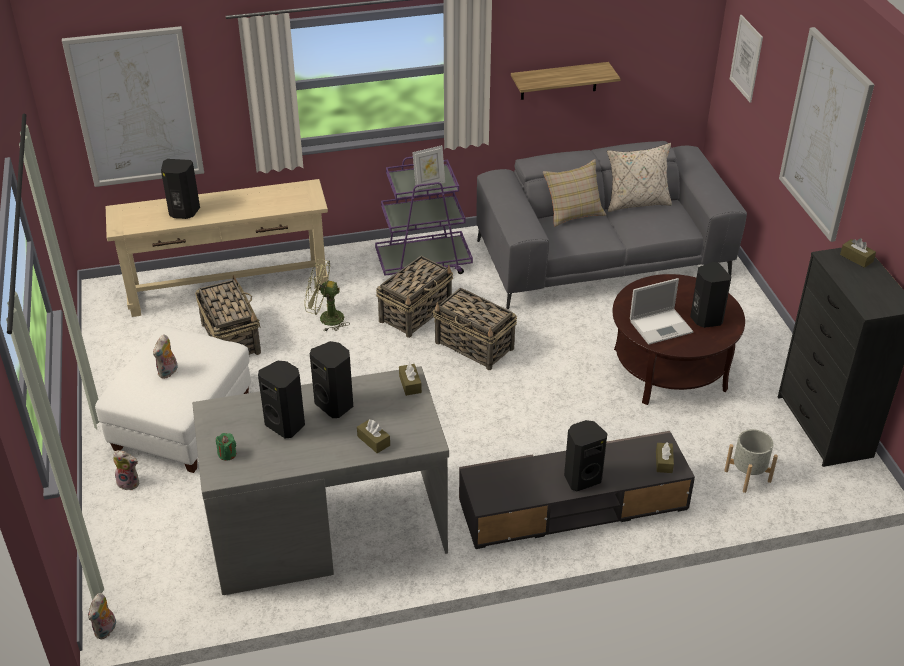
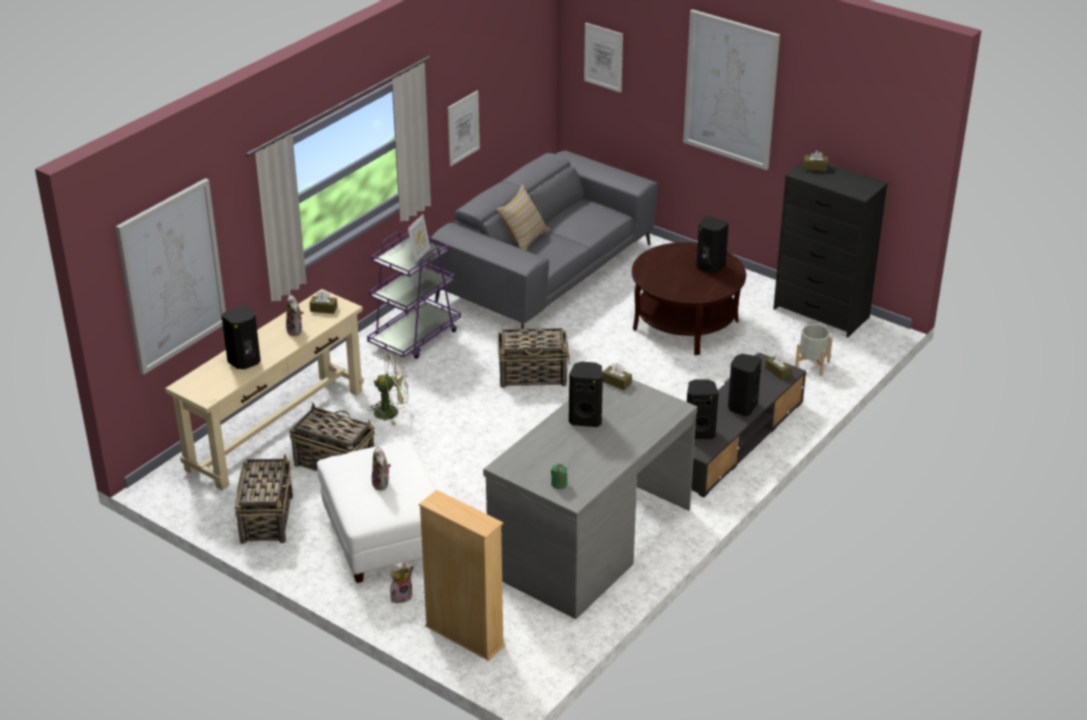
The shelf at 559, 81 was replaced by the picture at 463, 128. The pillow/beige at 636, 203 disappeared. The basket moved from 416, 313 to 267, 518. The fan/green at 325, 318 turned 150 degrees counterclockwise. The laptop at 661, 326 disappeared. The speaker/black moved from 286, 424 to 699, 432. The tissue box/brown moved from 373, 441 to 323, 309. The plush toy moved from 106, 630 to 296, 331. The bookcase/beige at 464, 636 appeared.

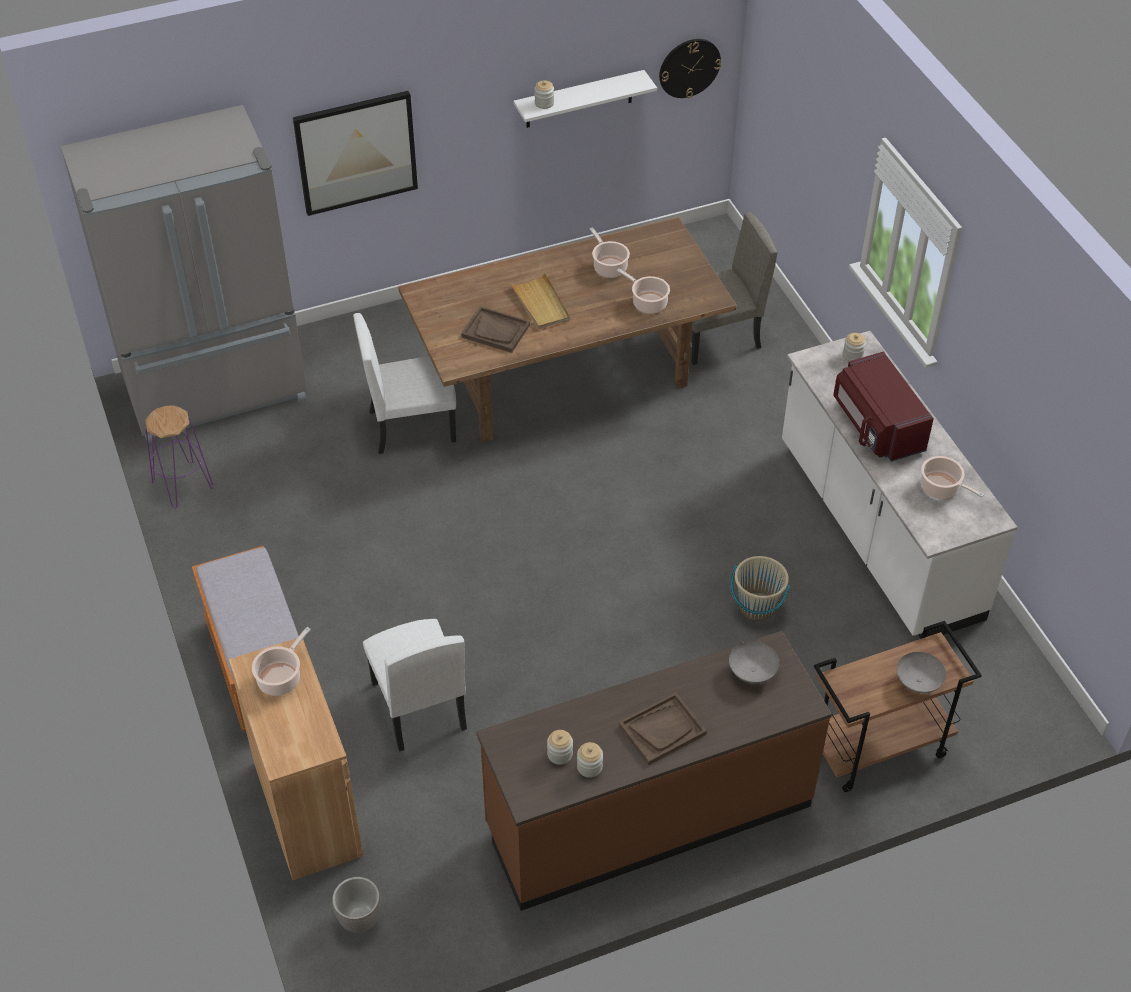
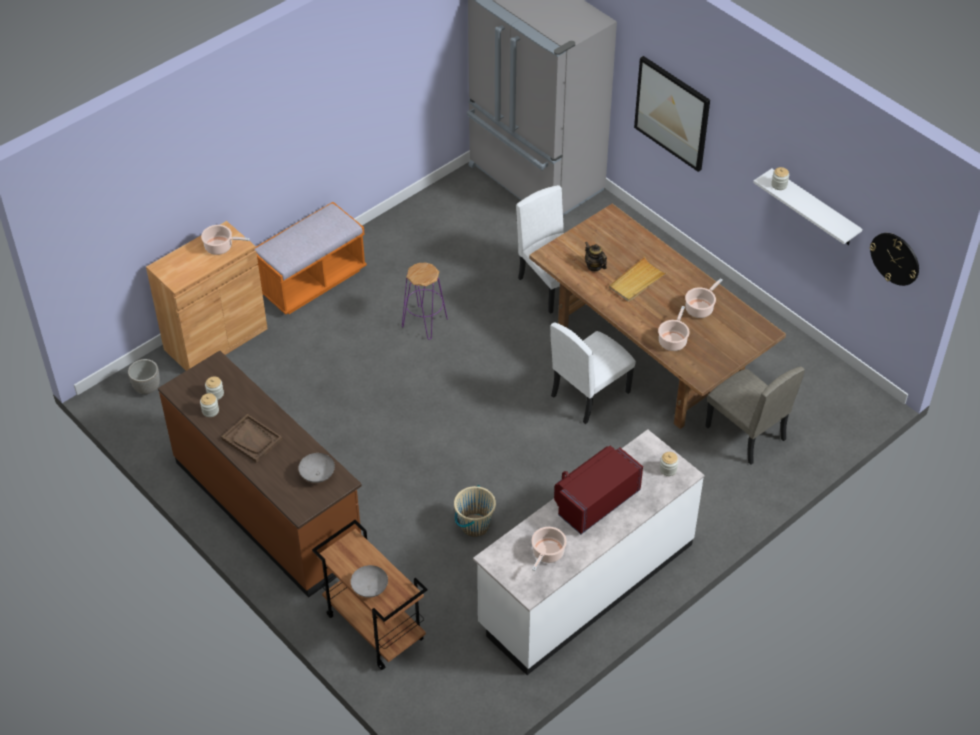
The tray/brown at 496, 331 was replaced by the teapot at 594, 266. The stool/purple moved from 182, 484 to 425, 322. The chair/white moved from 418, 706 to 590, 393.

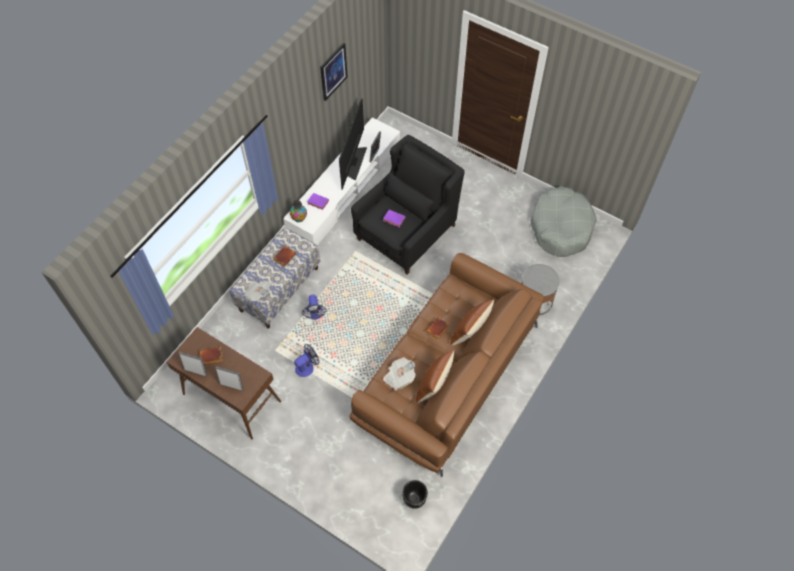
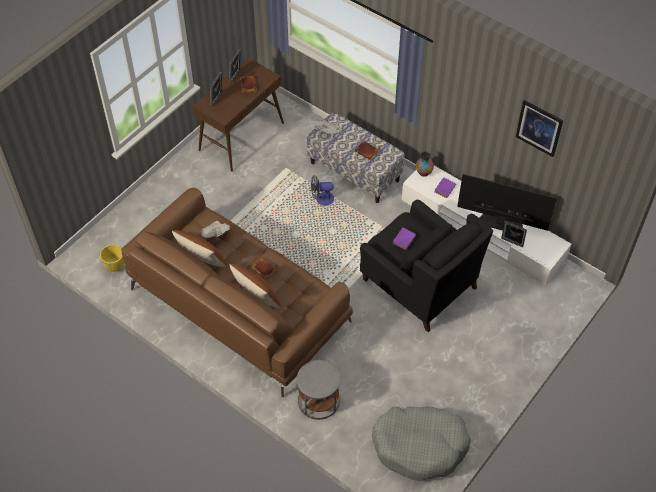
The fan at 307, 366 disappeared. The planter/black at 414, 499 became the planter/yellow at 114, 266.

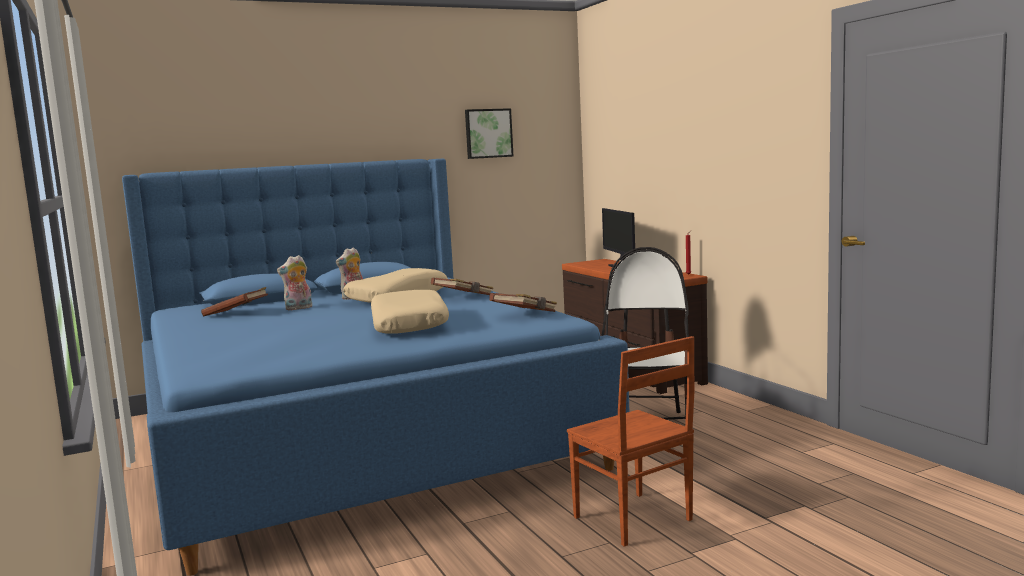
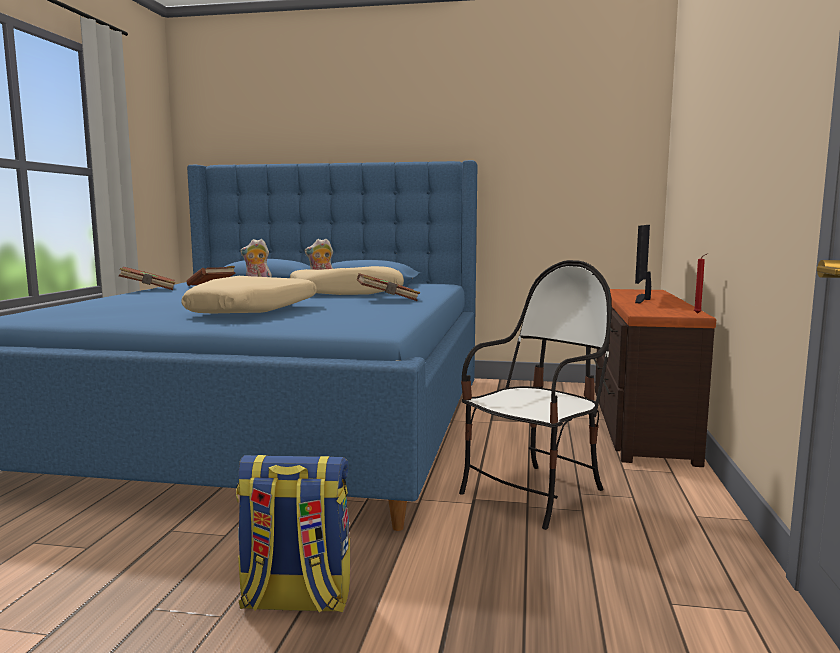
The picture at 488, 133 disappeared. The book/brown moved from 525, 315 to 148, 289. The chair/brown at 632, 520 was replaced by the backpack at 295, 600.

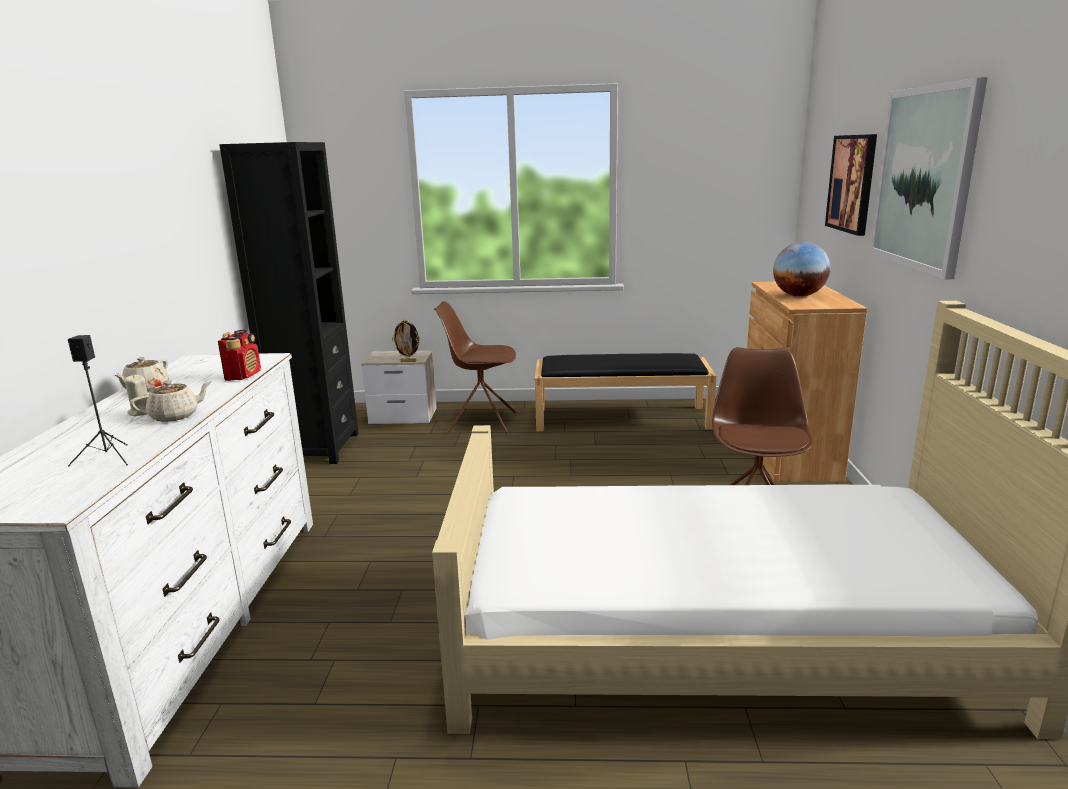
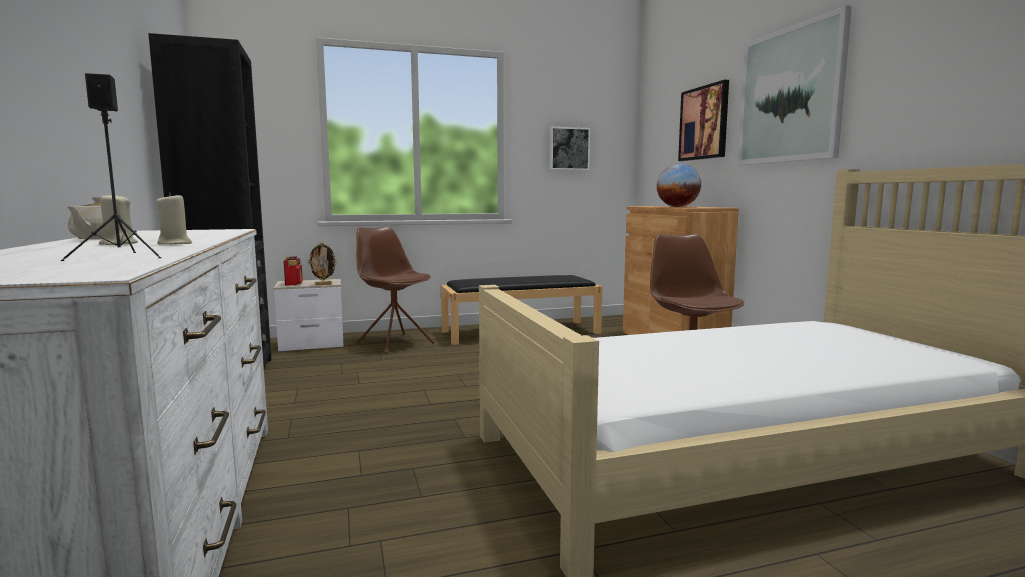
The chair/brown at 481, 422 turned 60 degrees clockwise. The radio moved from 243, 375 to 294, 284. The teapot/beige at 176, 416 was replaced by the candle/beige at 175, 244. The picture at 568, 149 appeared.

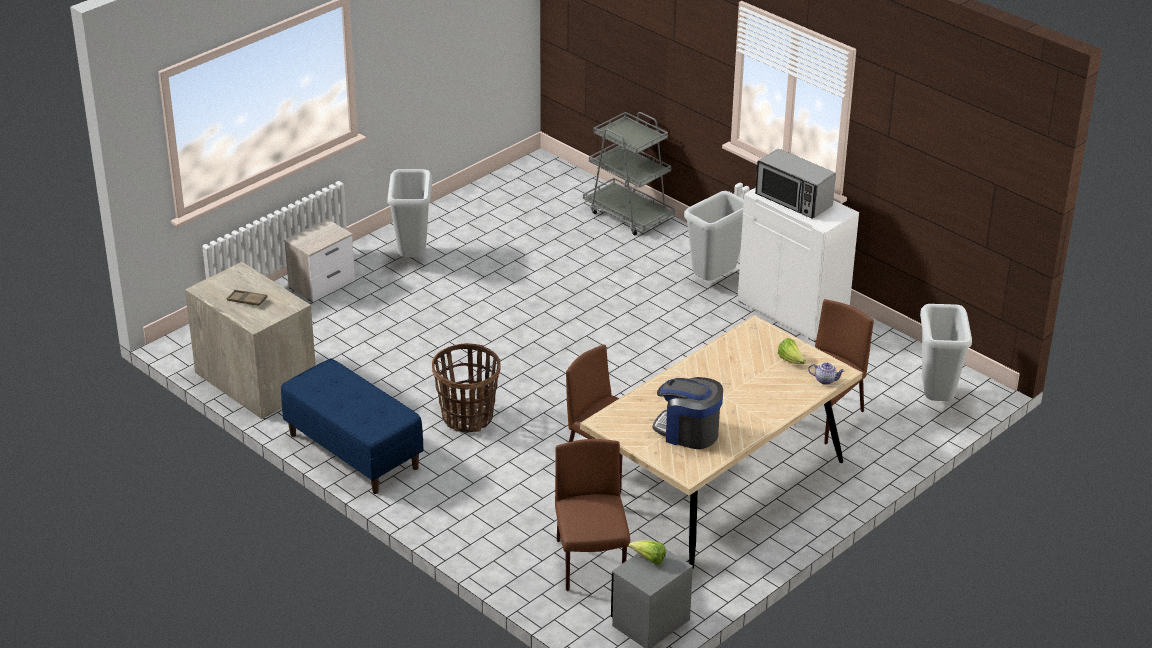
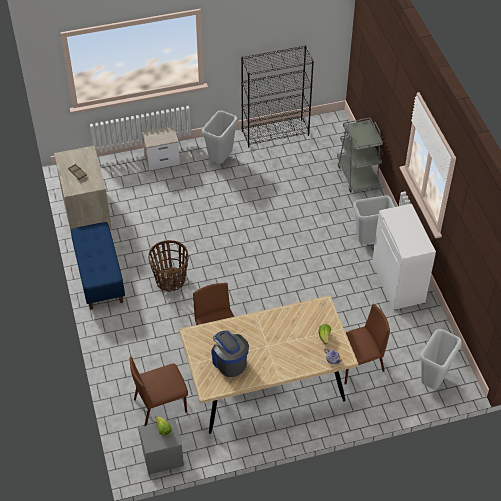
The microwave at 793, 200 disappeared. The chair/brown at 591, 564 turned 135 degrees counterclockwise. The bookcase/black at 275, 133 appeared.

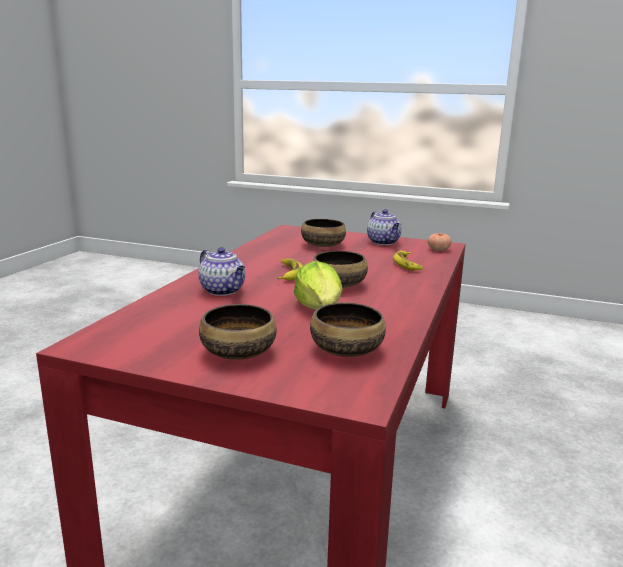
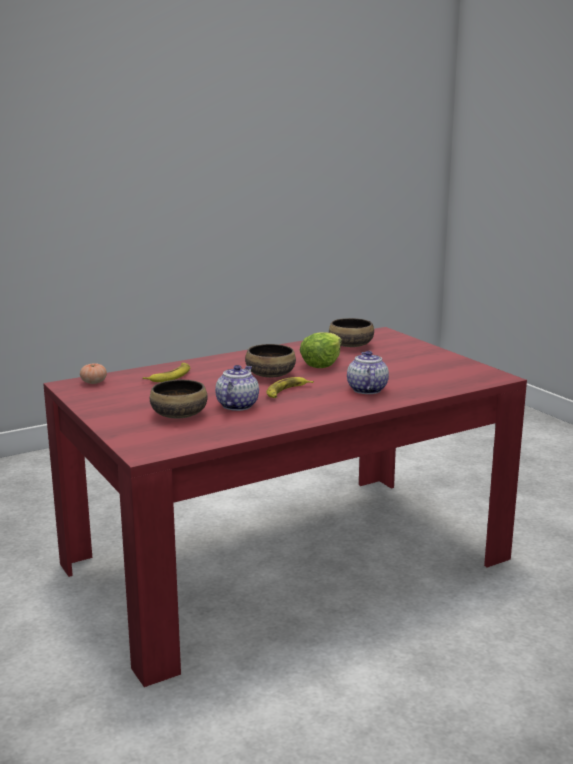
The teapot moved from 384, 242 to 237, 405. The bowl at 239, 351 disappeared.

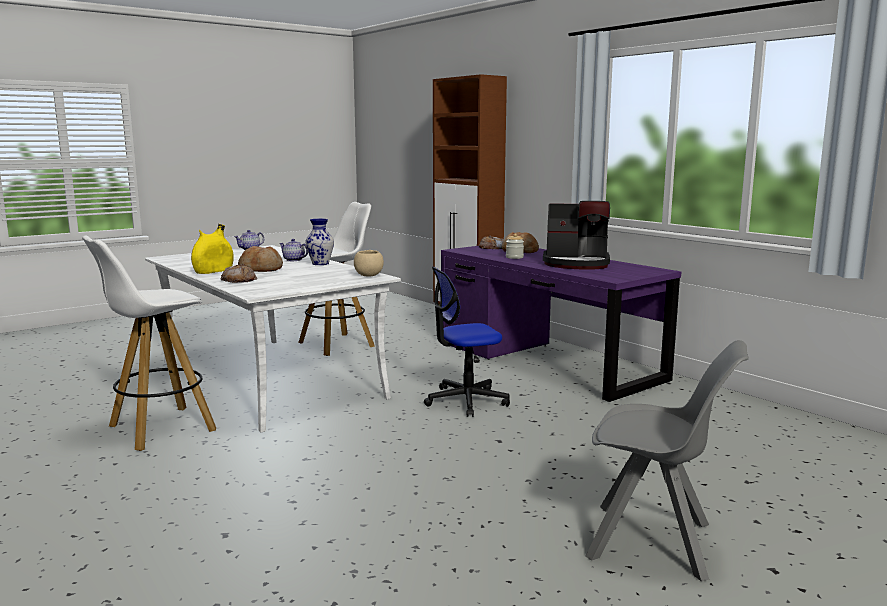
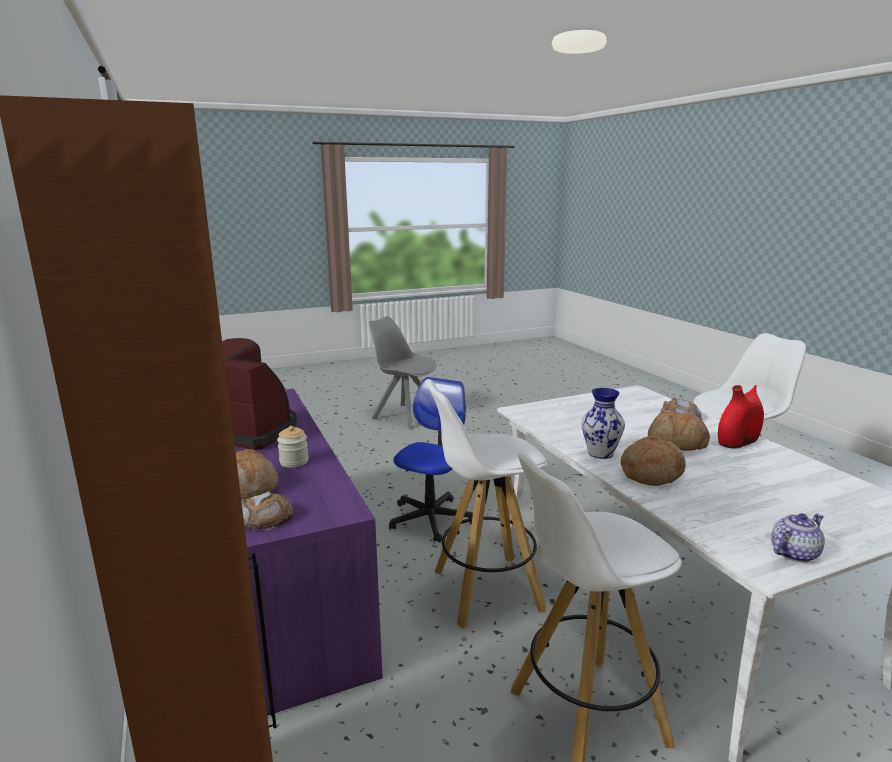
The vase/yellow at 213, 271 became the vase/red at 738, 442. The teapot at 293, 260 was replaced by the bread at 650, 473. The bowl/beige at 368, 275 disappeared. The office chair at 466, 401 turned 60 degrees counterclockwise. The stool/white at 485, 590 appeared.

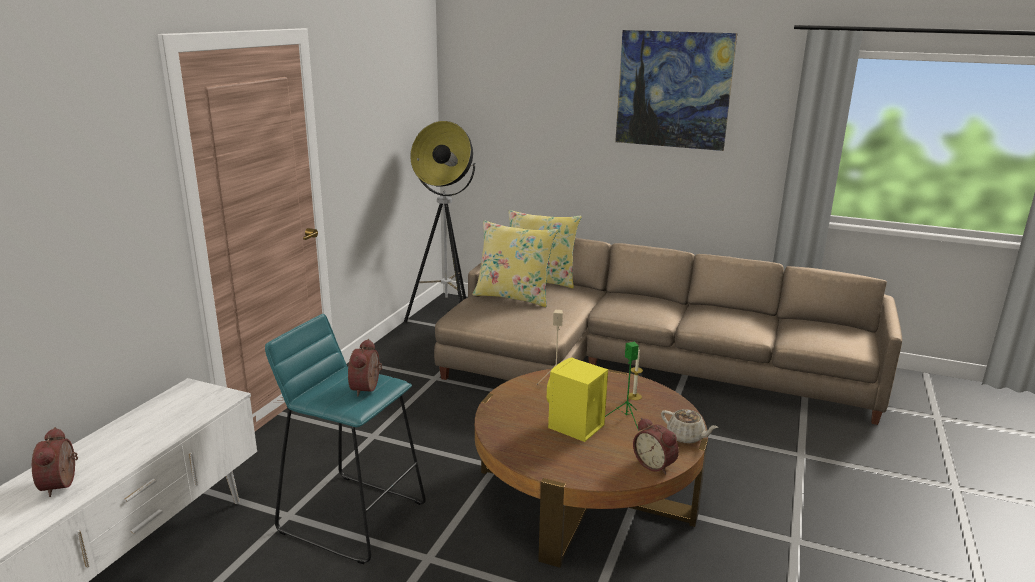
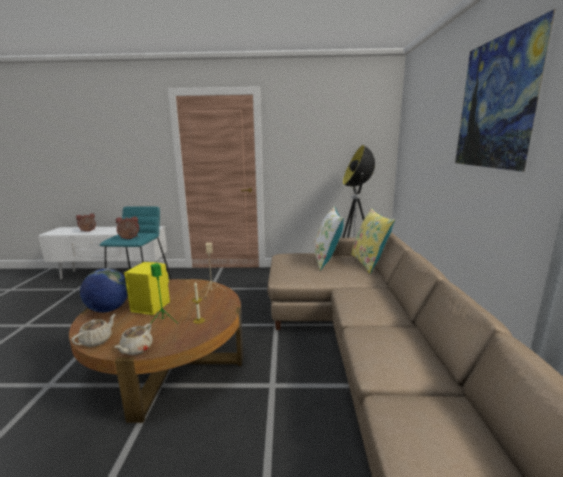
The pillow/yellow at 513, 296 became the pillow/white at 326, 260. The alarm clock at 655, 464 was replaced by the teapot/beige at 97, 340. The globe at 108, 309 appeared.

